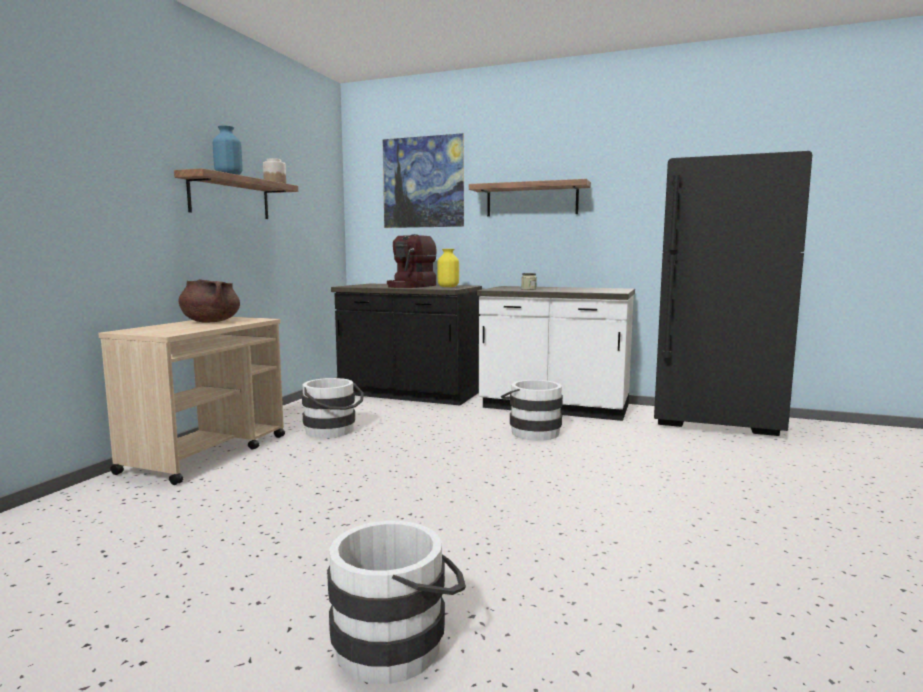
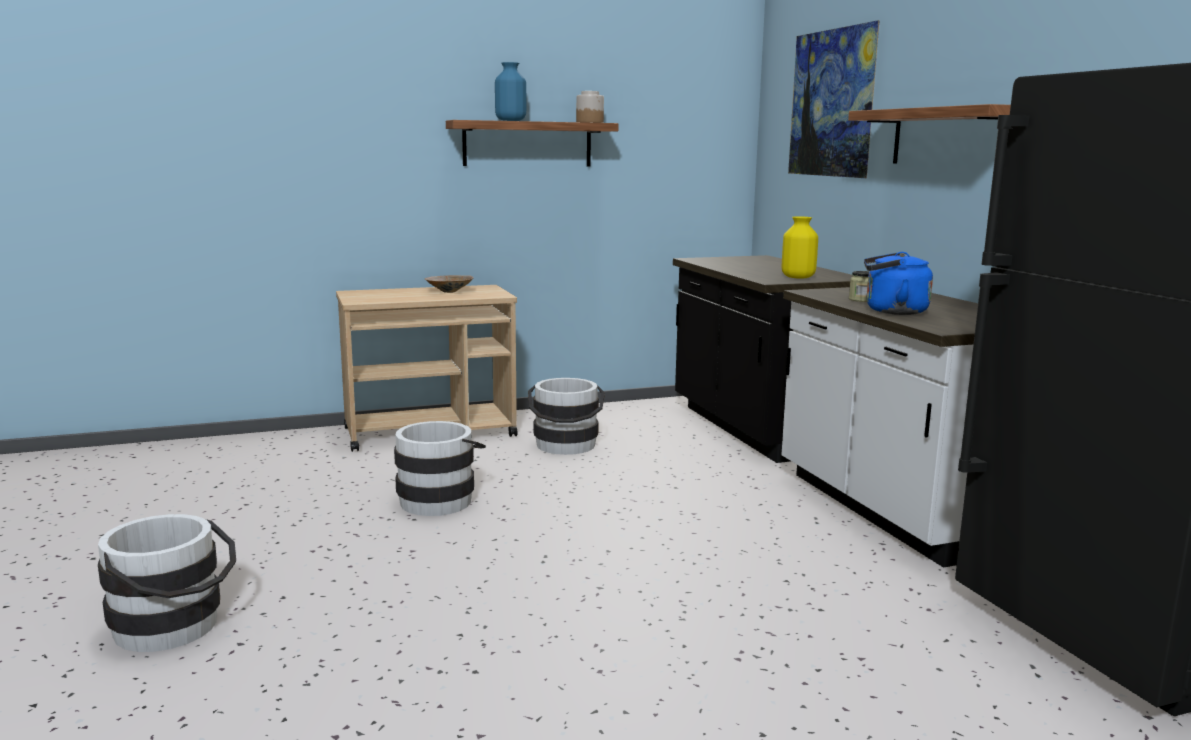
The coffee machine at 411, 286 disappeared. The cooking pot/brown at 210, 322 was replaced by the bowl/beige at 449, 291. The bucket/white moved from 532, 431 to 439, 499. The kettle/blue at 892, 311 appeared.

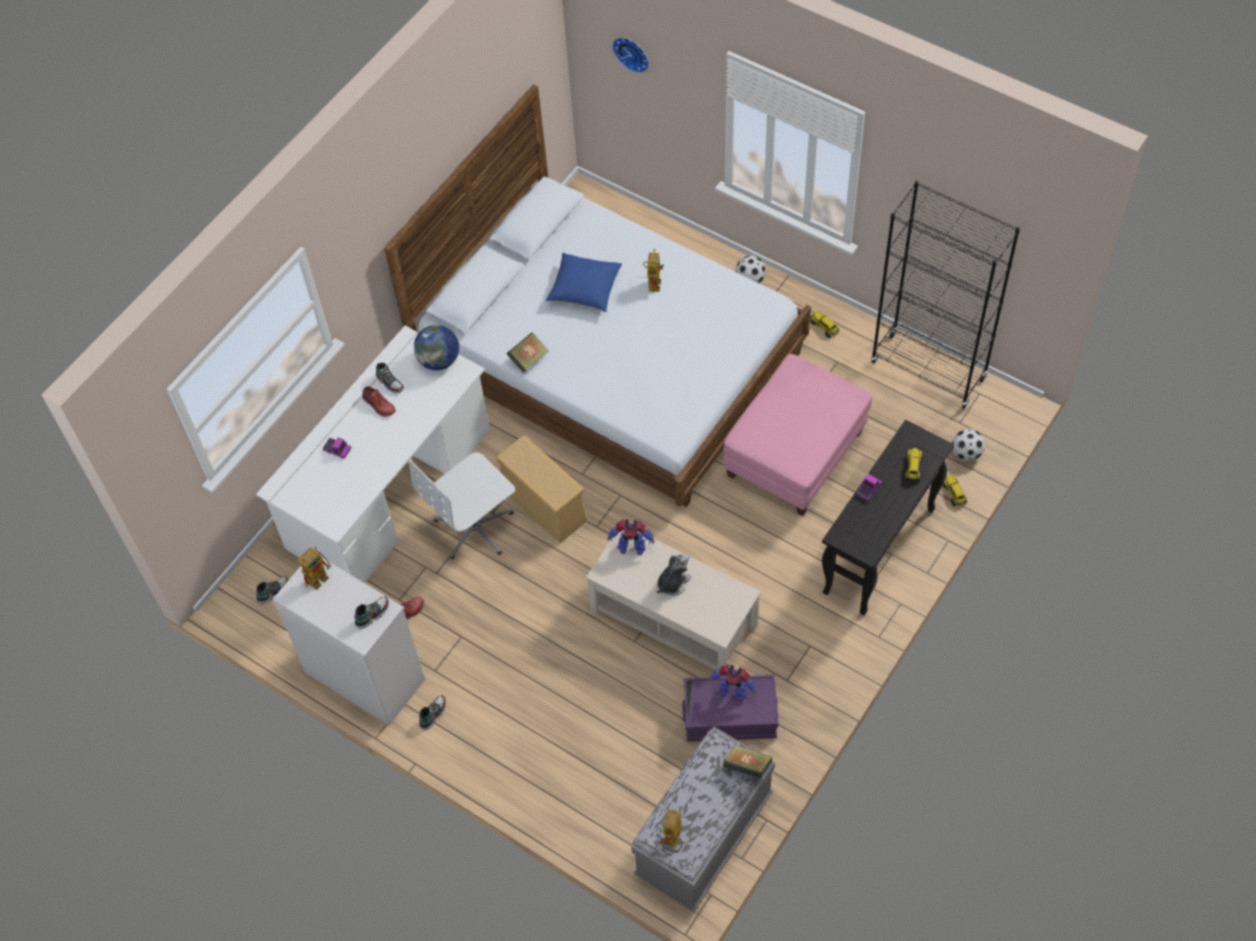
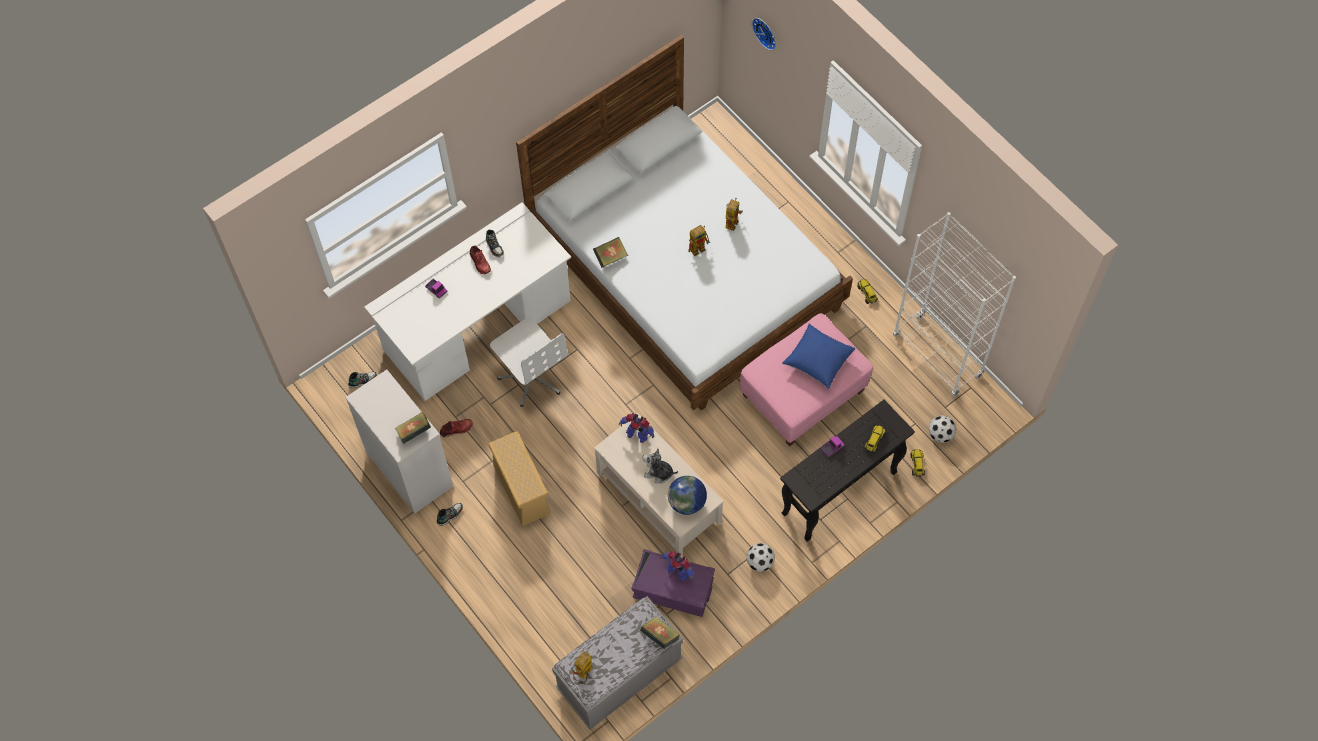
The bookcase/black at 928, 370 became the bookcase/white at 937, 356. The pillow/blue moved from 584, 290 to 817, 361. The football moved from 750, 280 to 760, 562. The globe moved from 439, 360 to 687, 502. The storage box/beige moved from 543, 504 to 521, 488. The office chair/white at 475, 528 turned 105 degrees counterclockwise. The toy robot moved from 320, 576 to 699, 247. The plush toy at 672, 582 turned 135 degrees counterclockwise. The shoe at 372, 614 was replaced by the book at 414, 432.

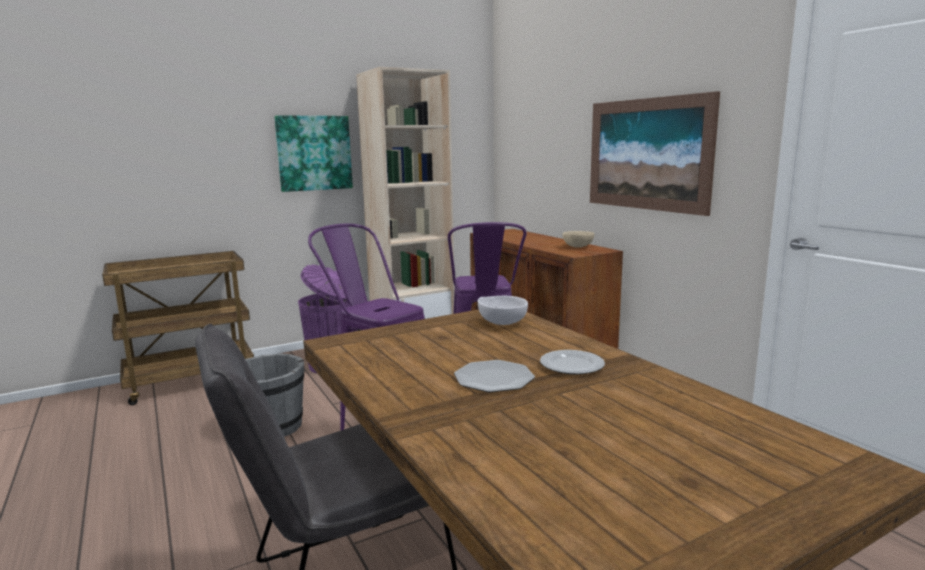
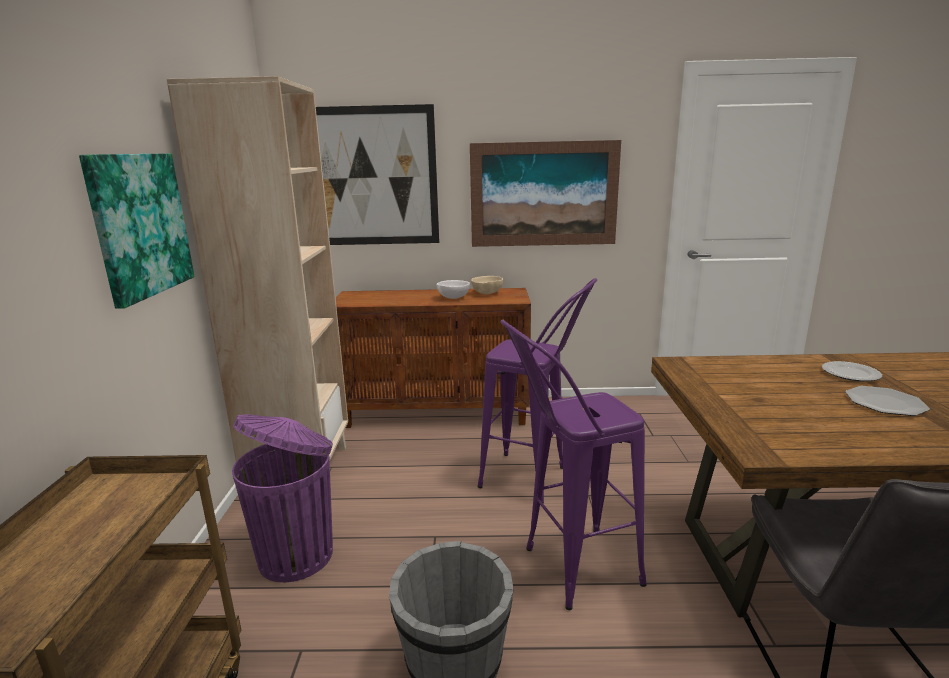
The bowl/white moved from 501, 323 to 452, 298. The picture at 370, 177 appeared.

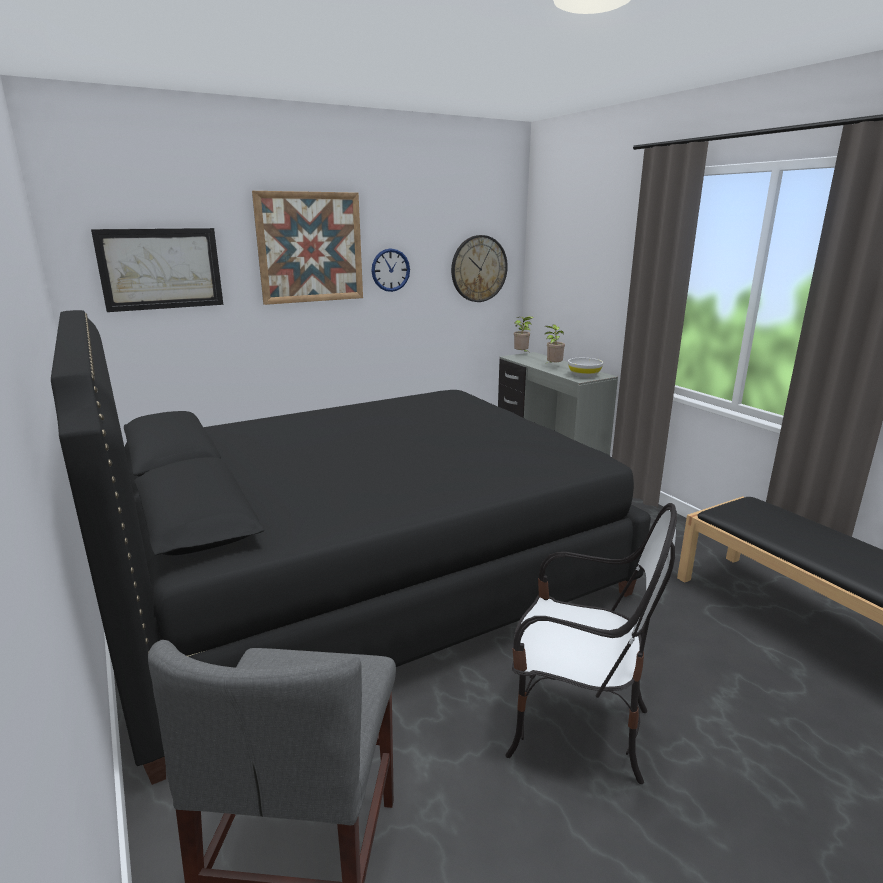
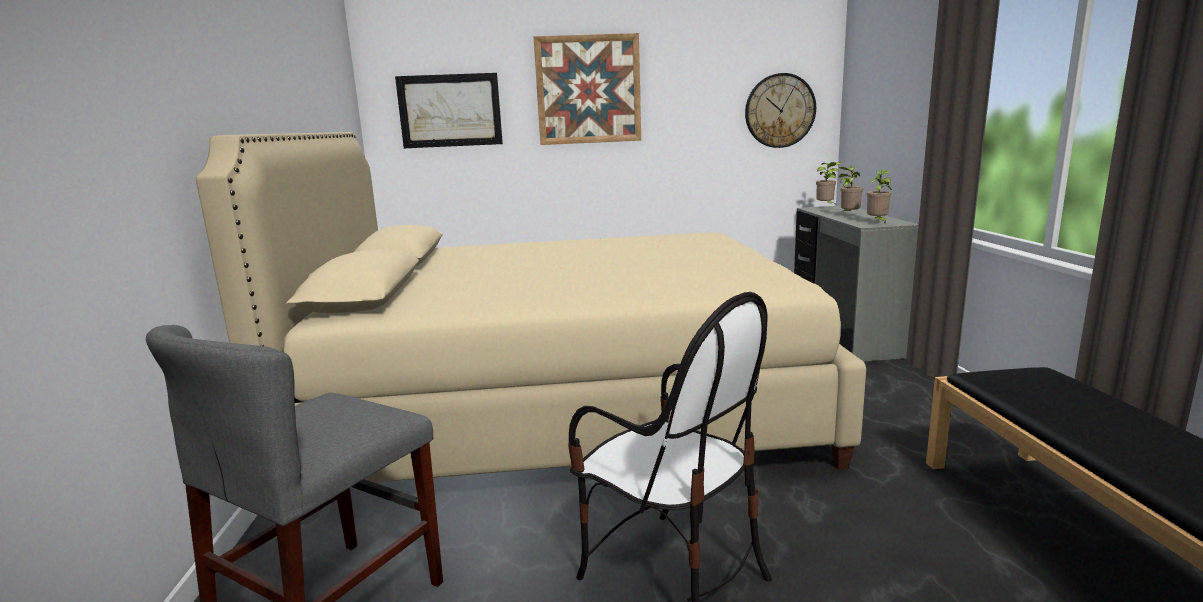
The wall clock at 390, 270 disappeared. The bed/black at 365, 578 became the bed/beige at 564, 406. The bowl/white at 584, 375 was replaced by the potted plant at 877, 222.

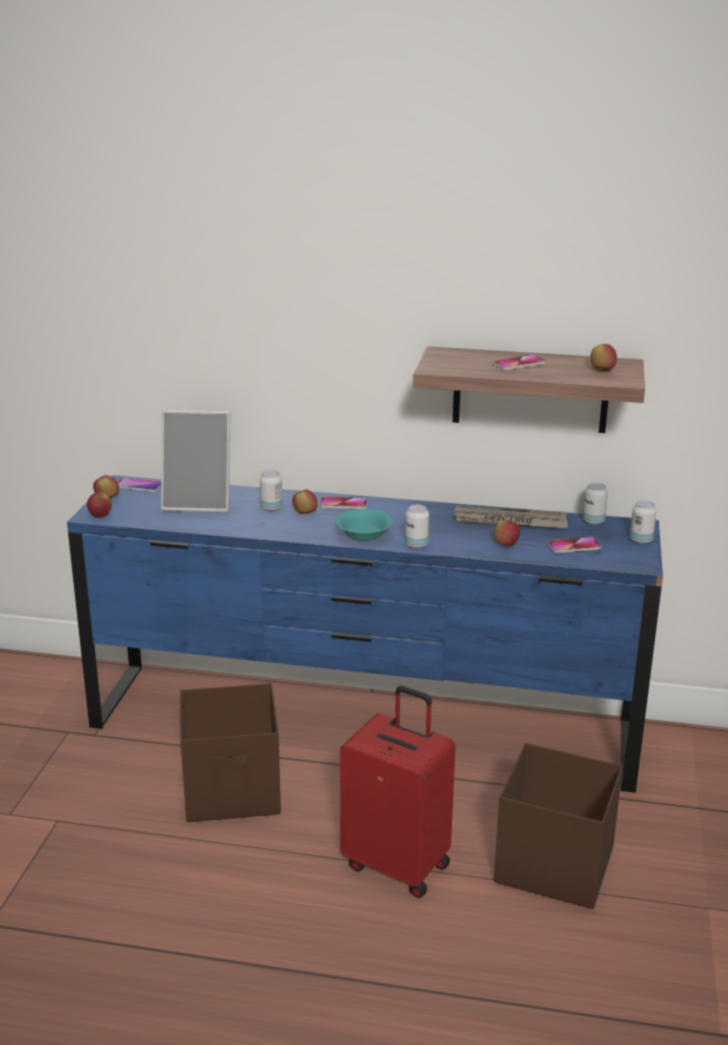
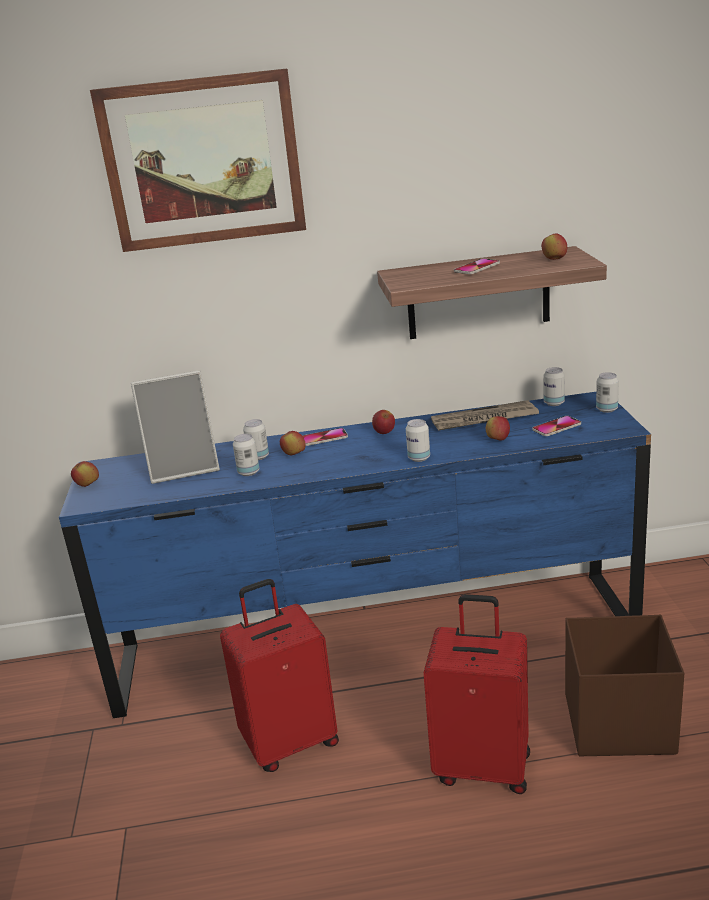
The phone at 139, 485 disappeared. The apple moved from 100, 516 to 384, 433. The bowl/turquoise at 364, 535 disappeared. The storage box/brown at 233, 792 was replaced by the suitcase/red at 290, 742. The picture at 203, 161 appeared. The can at 248, 472 appeared.

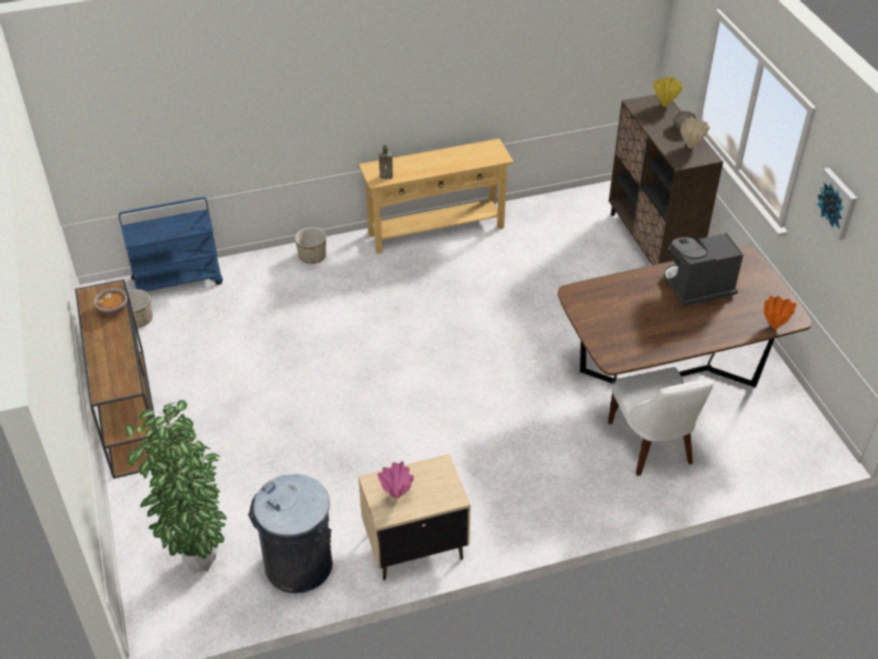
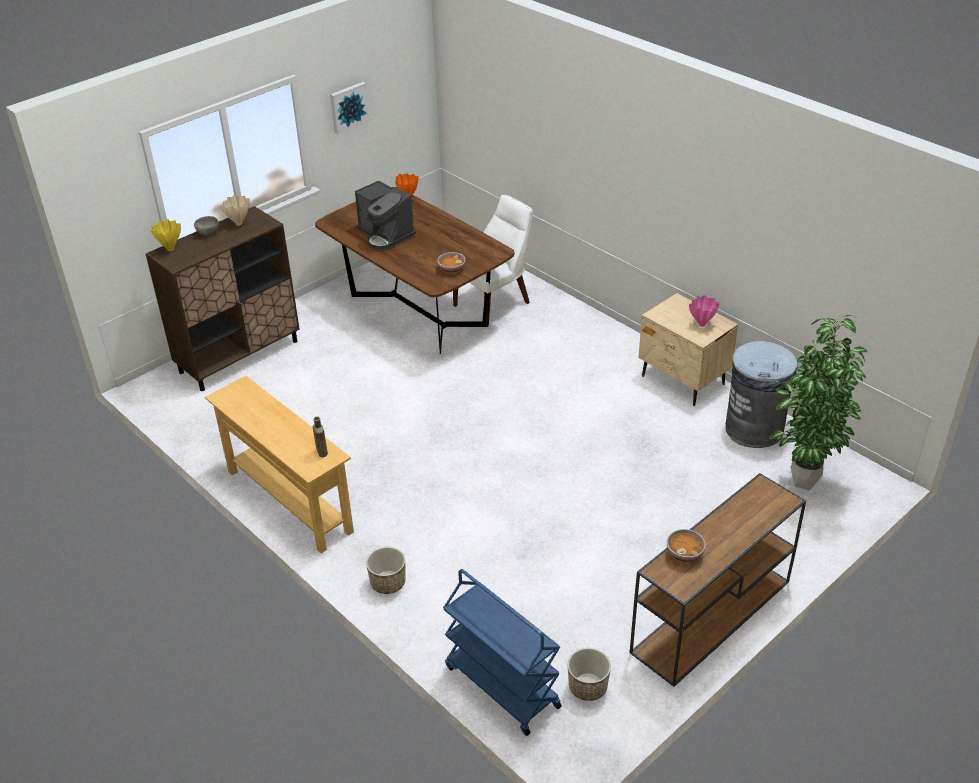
The bowl at 451, 269 appeared.

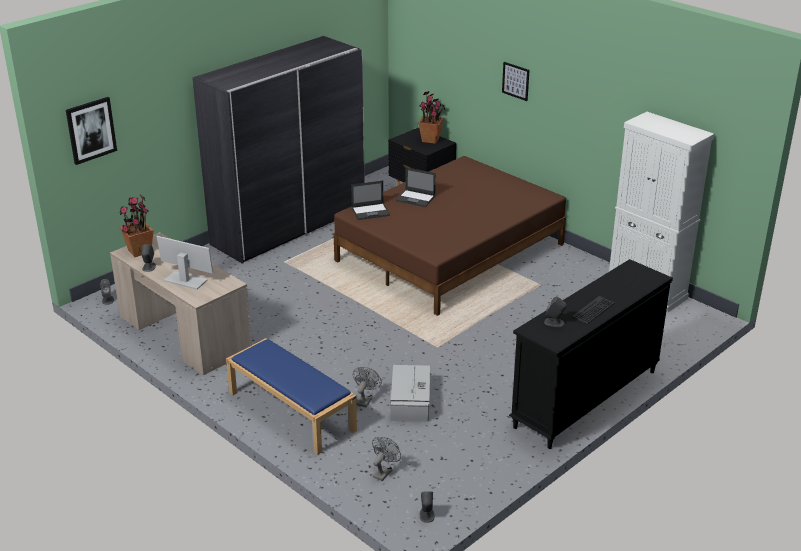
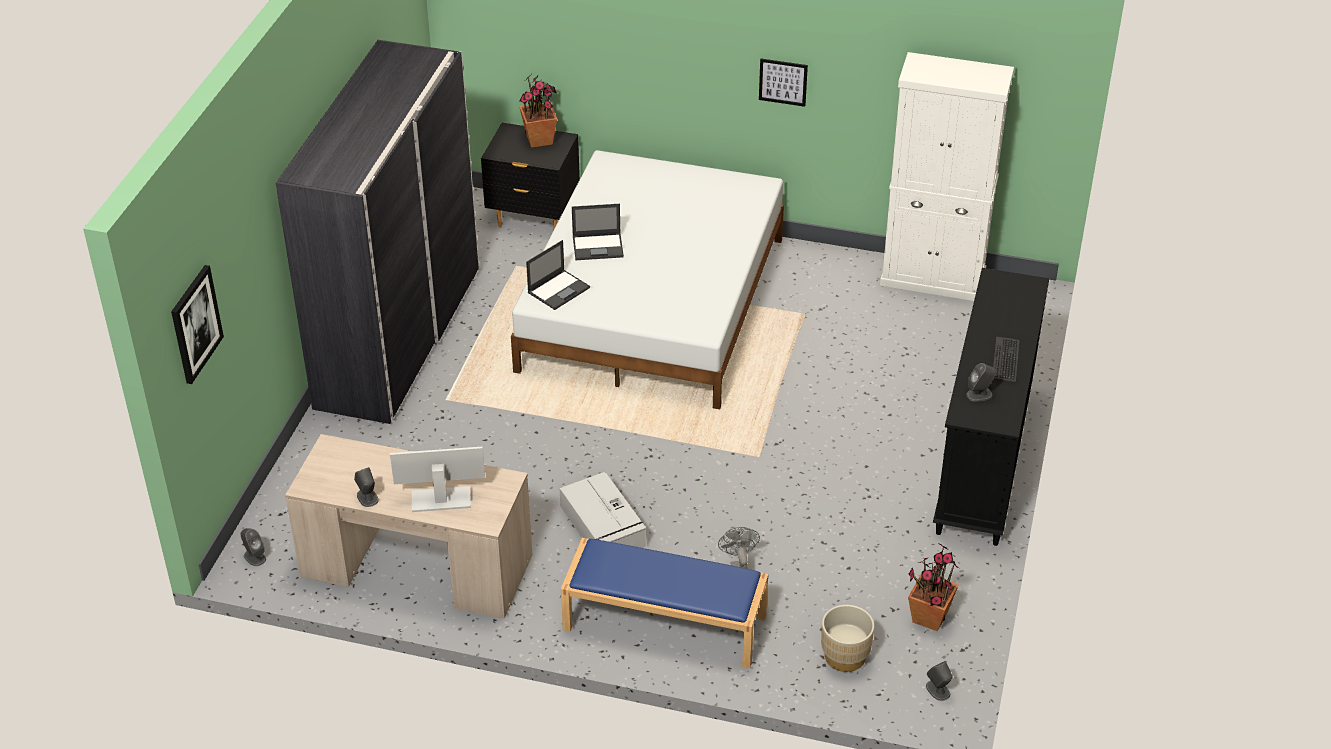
The picture moved from 515, 81 to 783, 82. The bed/brown at 450, 253 became the bed/white at 653, 304. The potted plant moved from 139, 251 to 929, 617. The storage box/grey moved from 410, 401 to 603, 527. The fan/grey at 384, 472 was replaced by the planter/beige at 845, 656.

